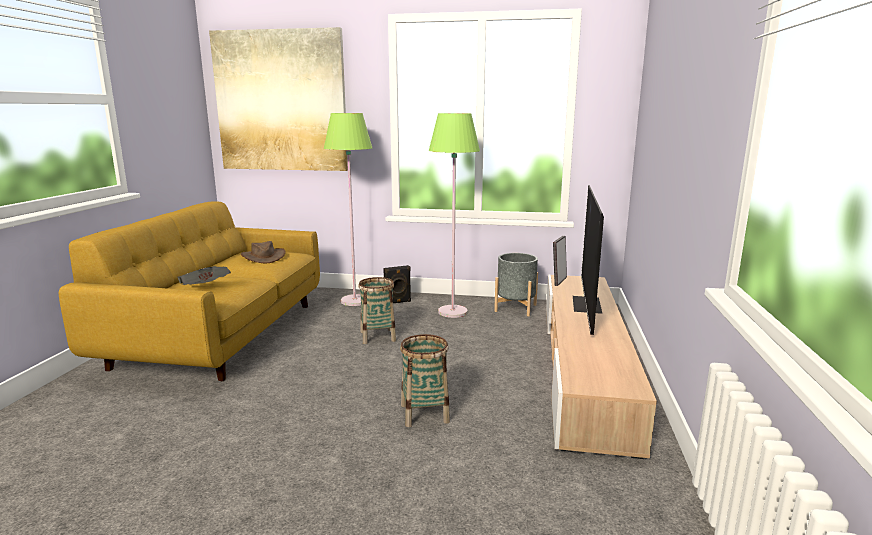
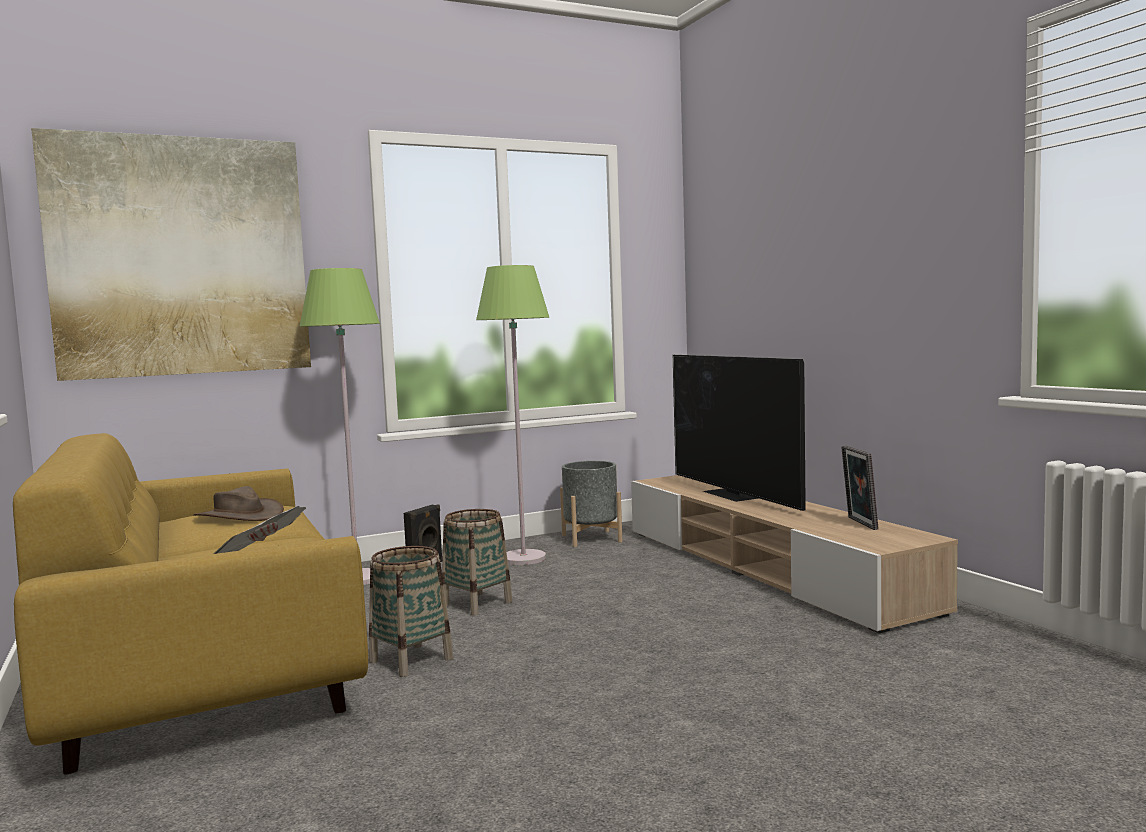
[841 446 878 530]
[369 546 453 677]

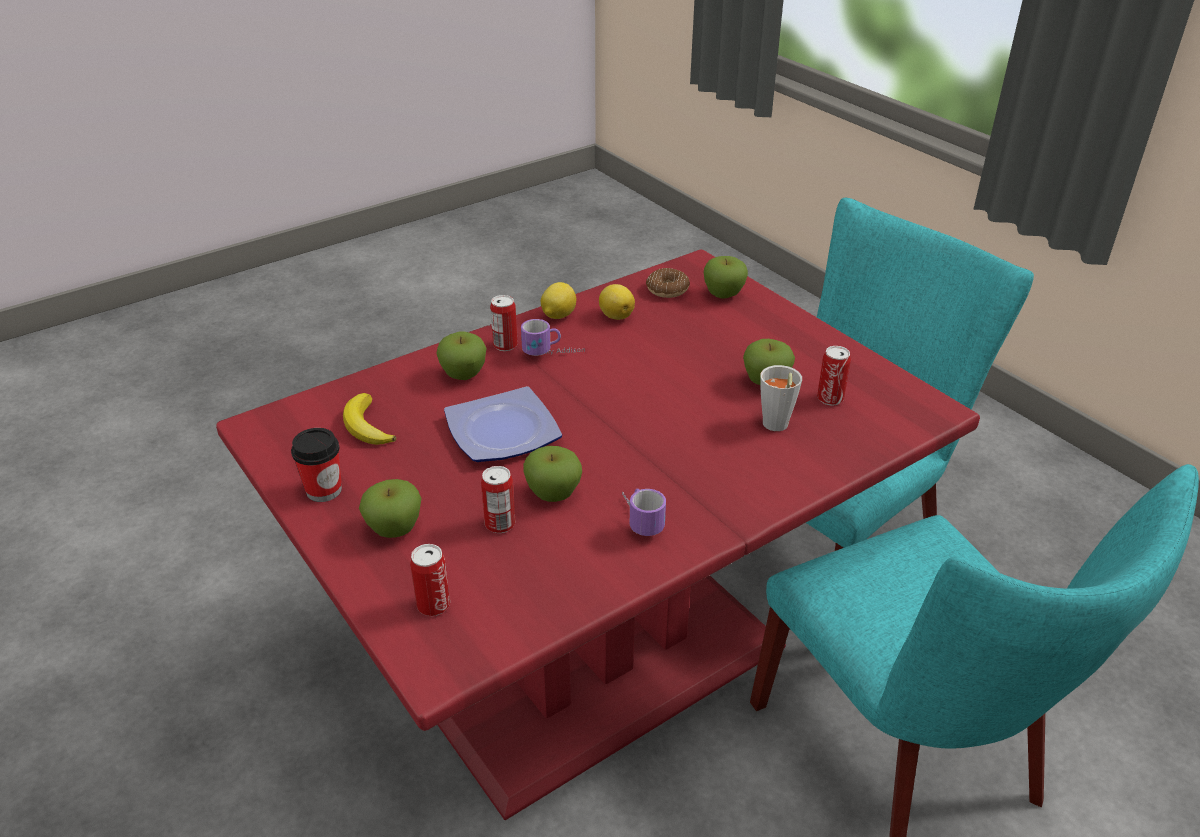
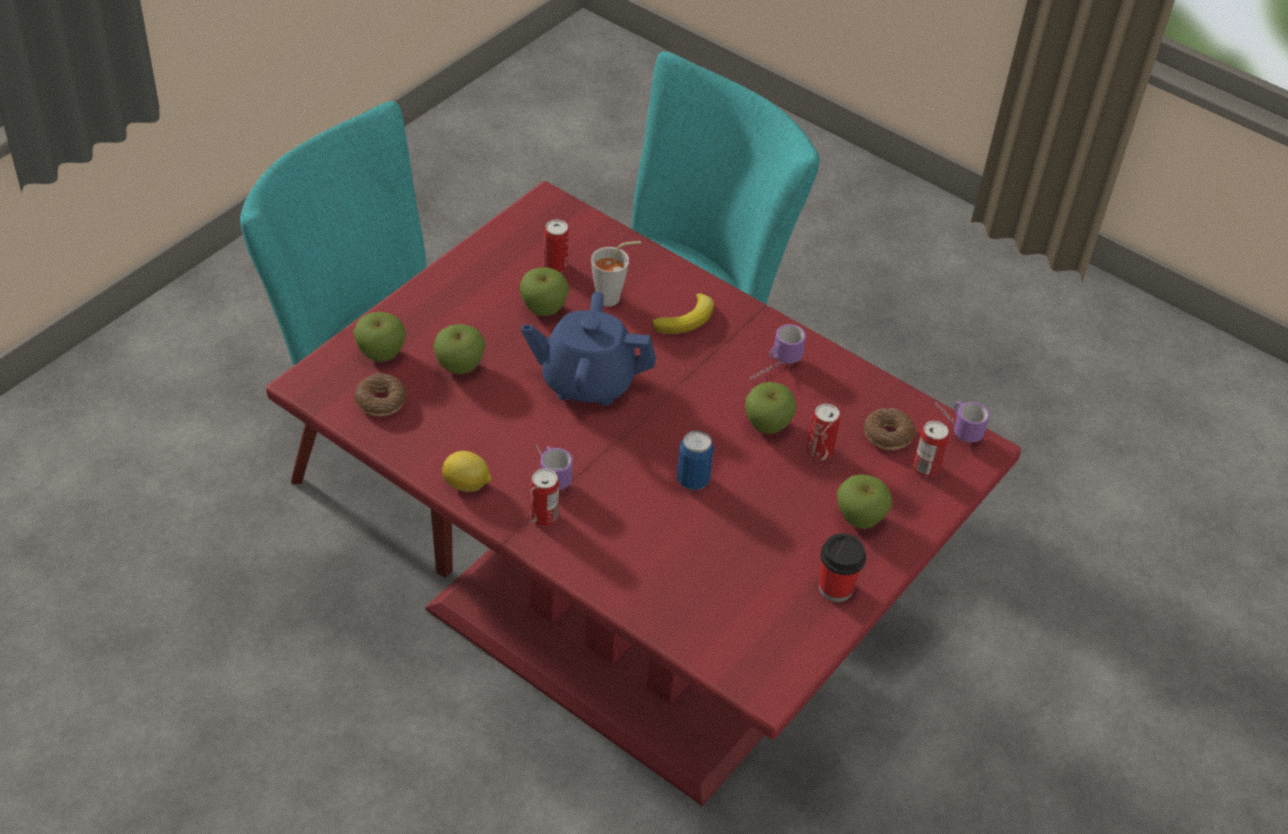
[599 284 635 320] (first image)
[433 324 486 374]
[677 431 714 490]
[652 293 714 334]
[521 292 656 405]
[935 402 990 442]
[864 408 915 450]

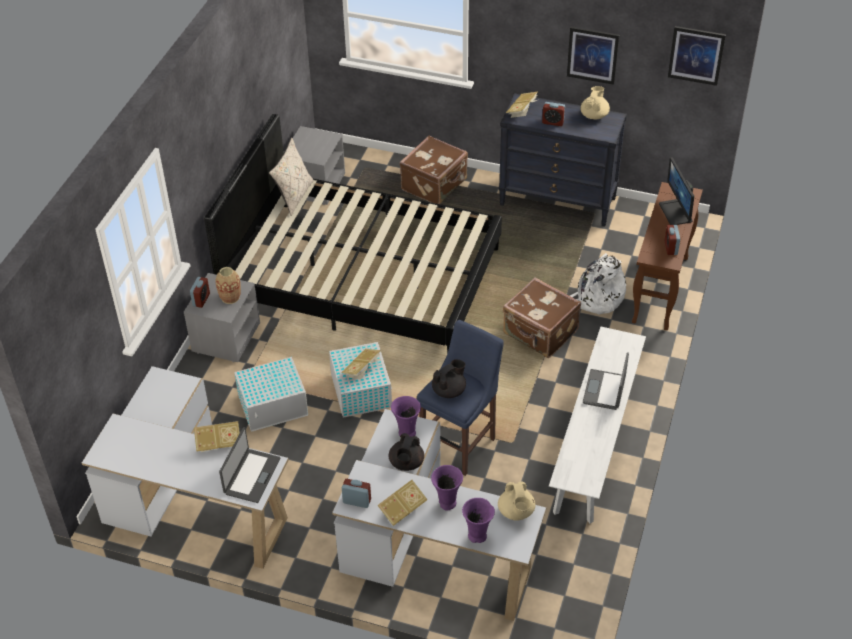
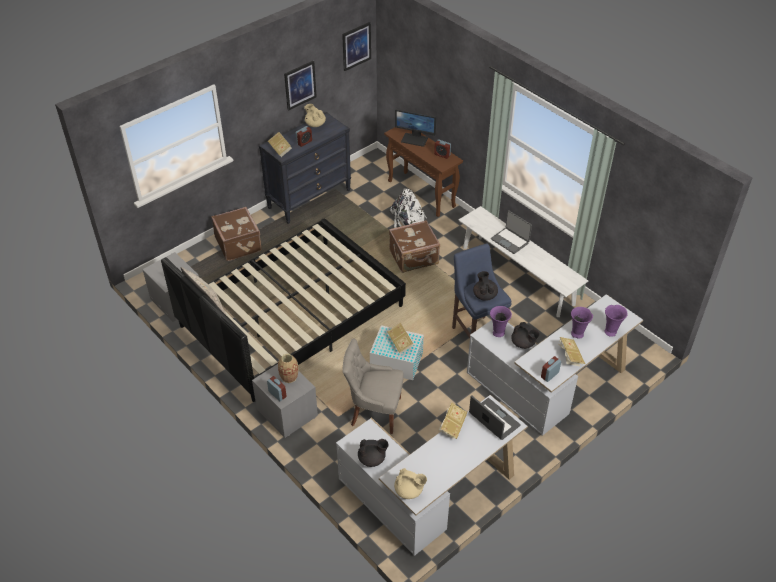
[342 338 404 434]
[394 468 427 499]
[358 439 389 467]

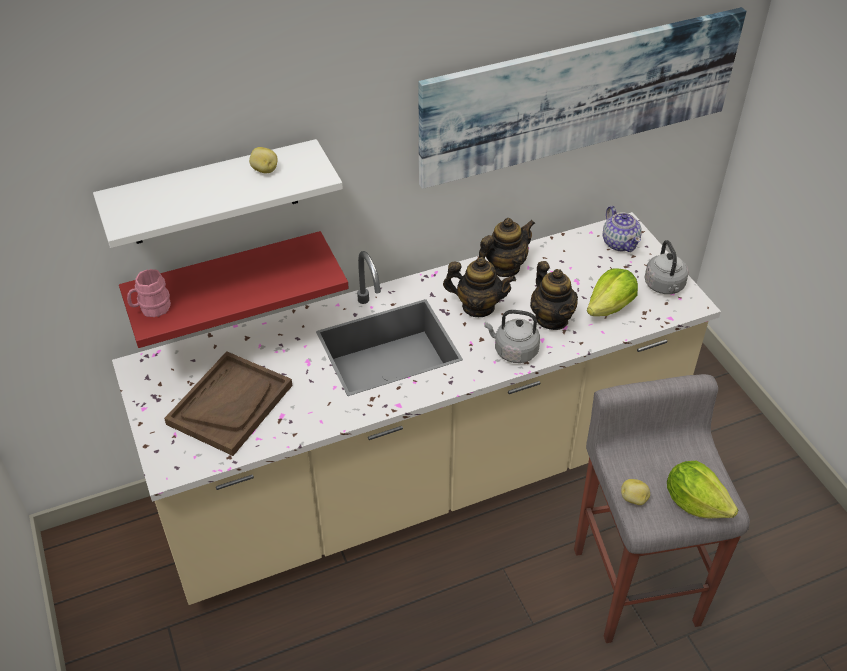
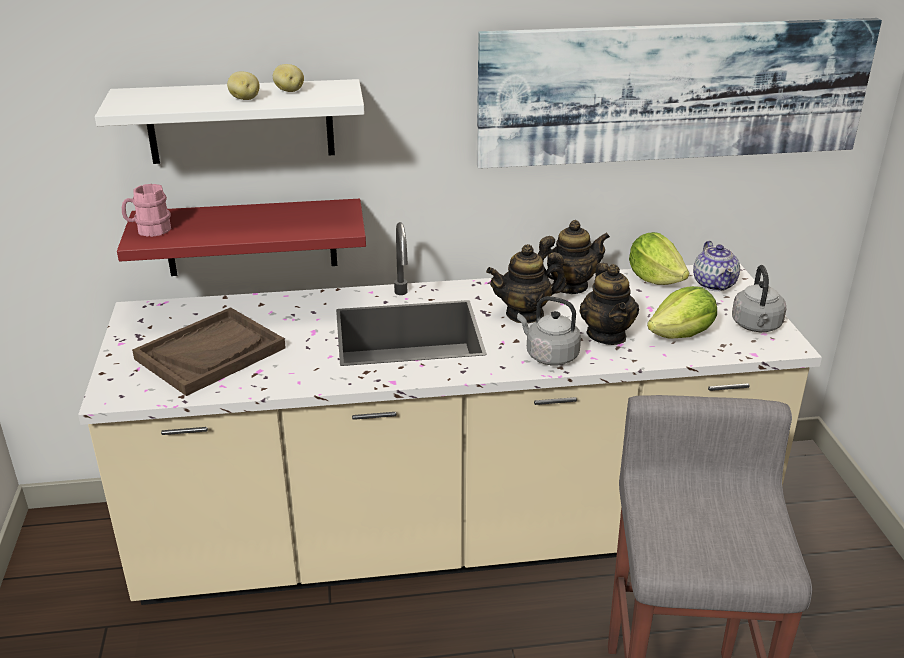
[486 244 567 323]
[629 232 690 285]
[227 72 260 100]

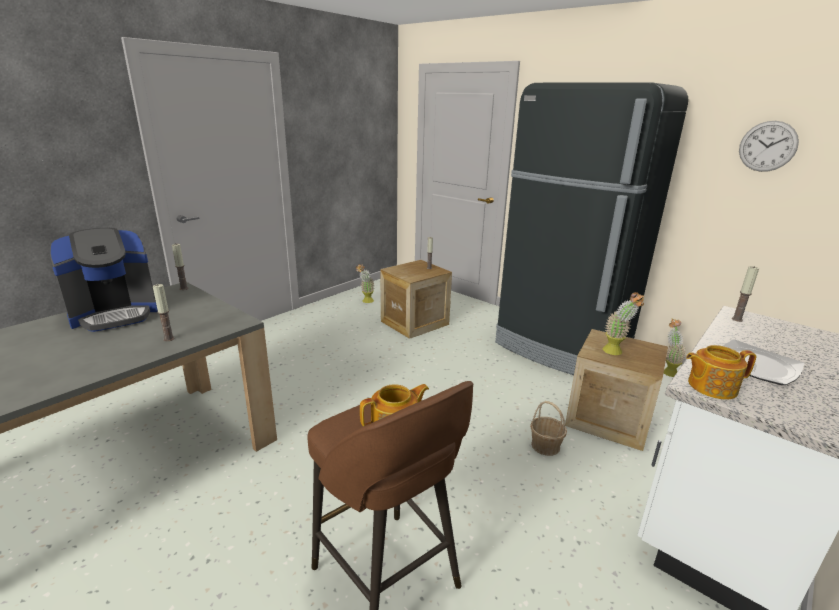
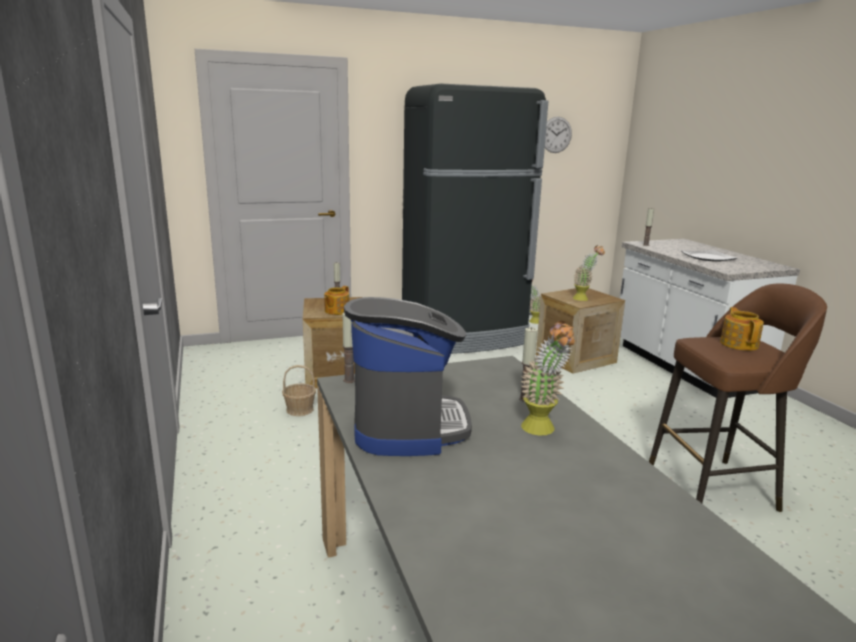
[521 321 576 436]
[324 286 349 315]
[282 365 316 416]

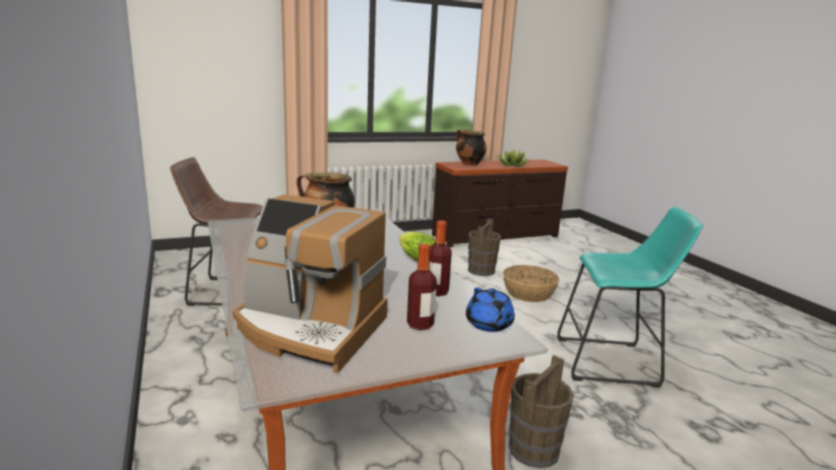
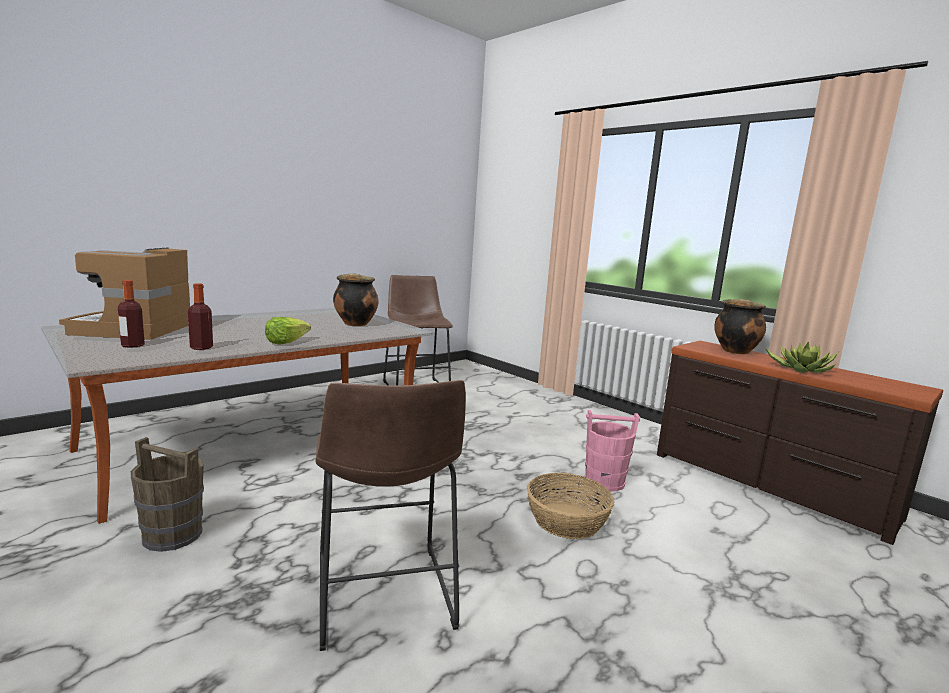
[315 380 466 651]
[585 410 640 491]
[466 287 515 332] (first image)

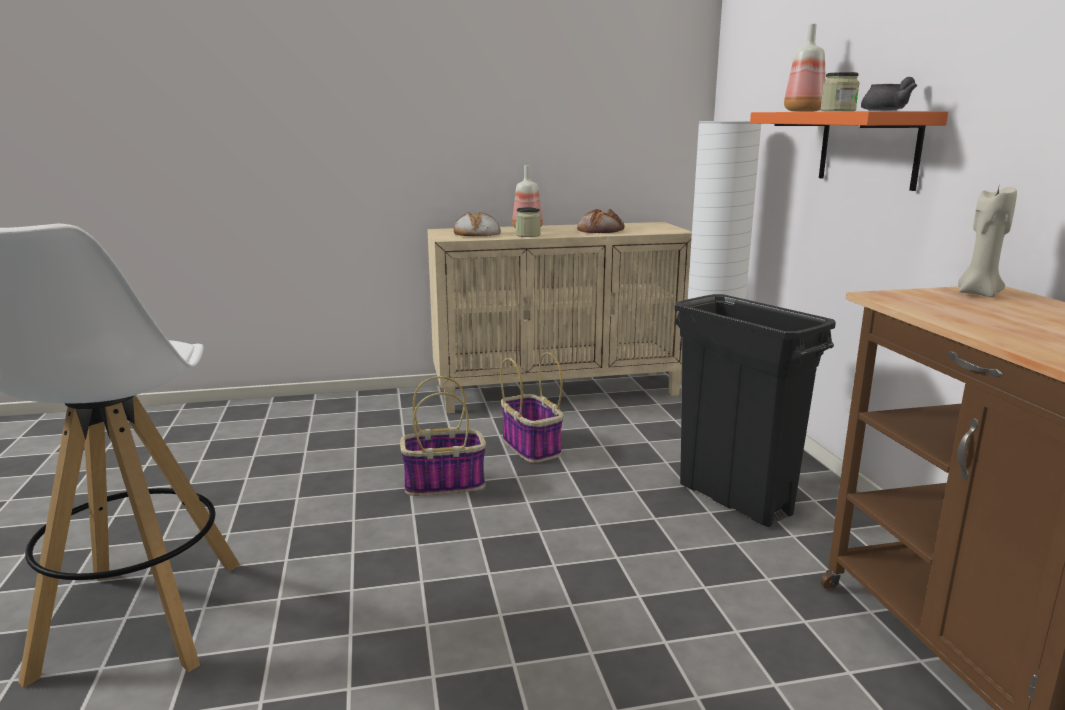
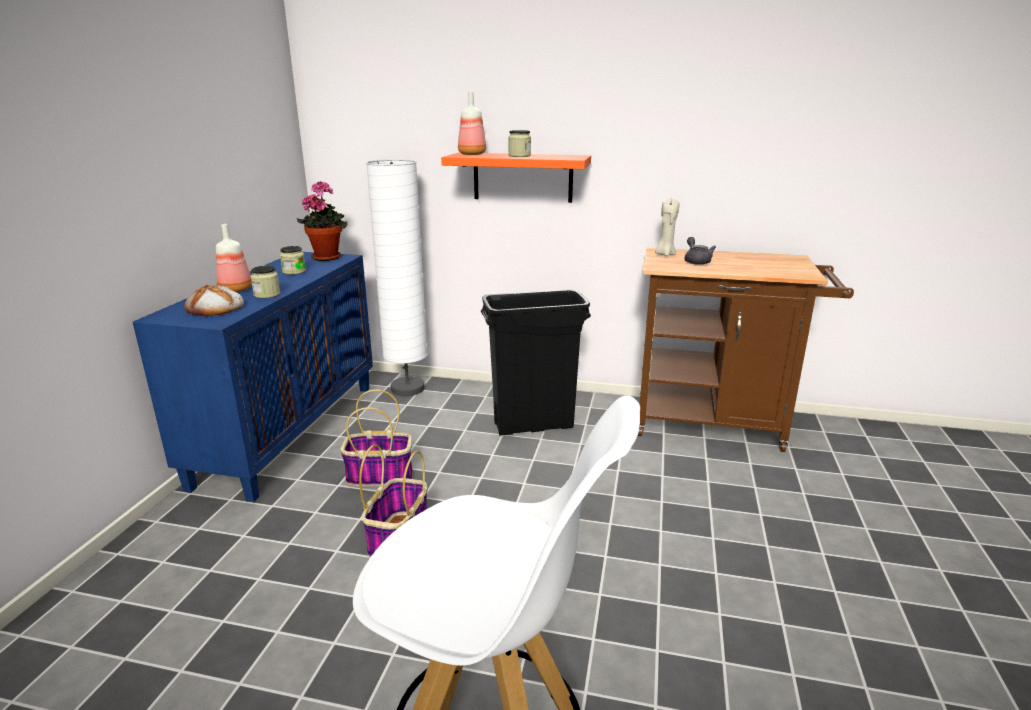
[684 237 716 265]
[280 246 306 275]
[133 252 373 502]
[297 181 347 261]

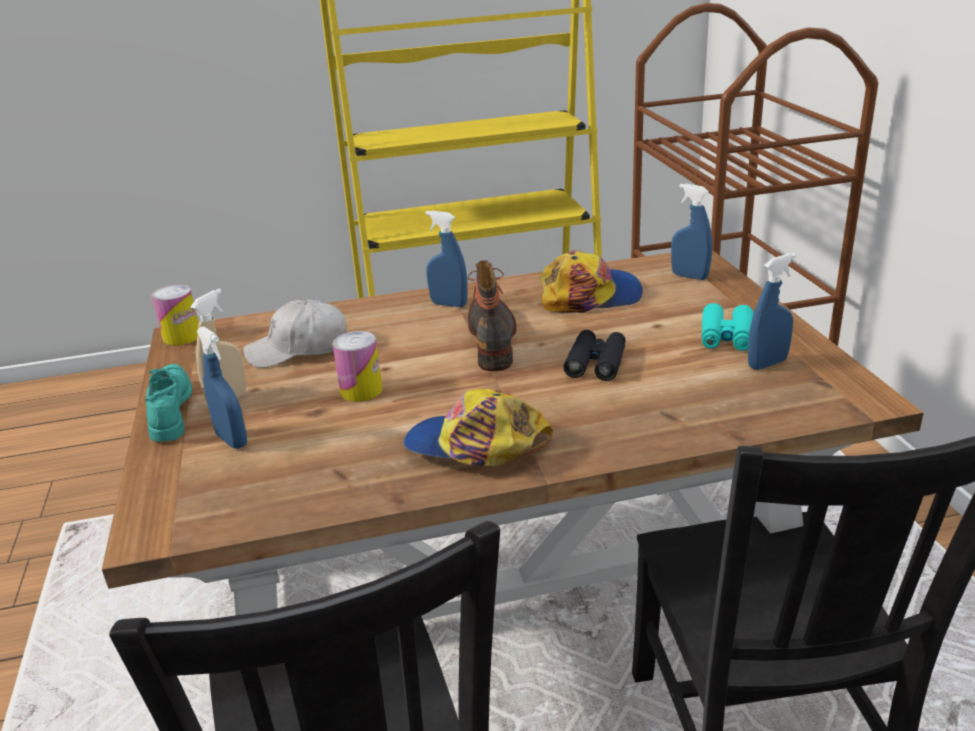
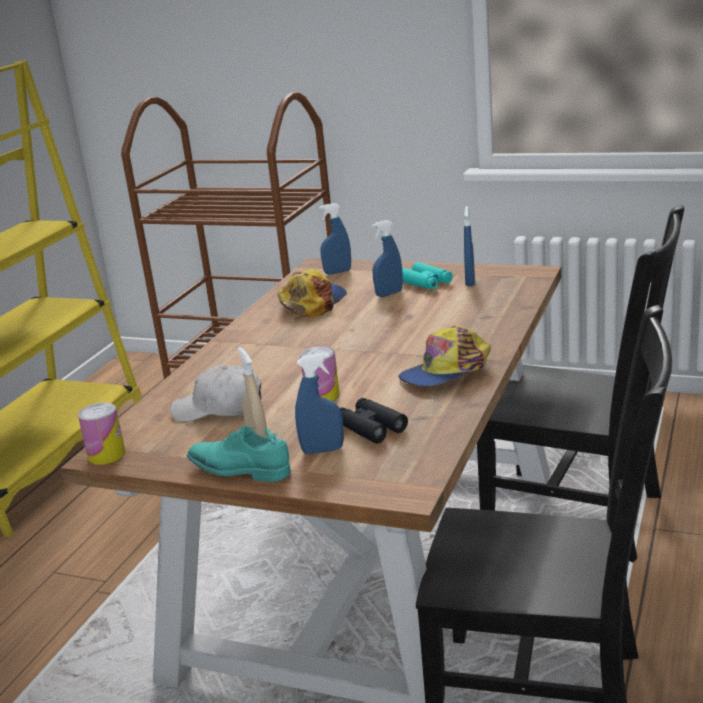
[372 220 403 297]
[468 260 516 371] (first image)
[170 364 261 422]
[340 398 408 444]

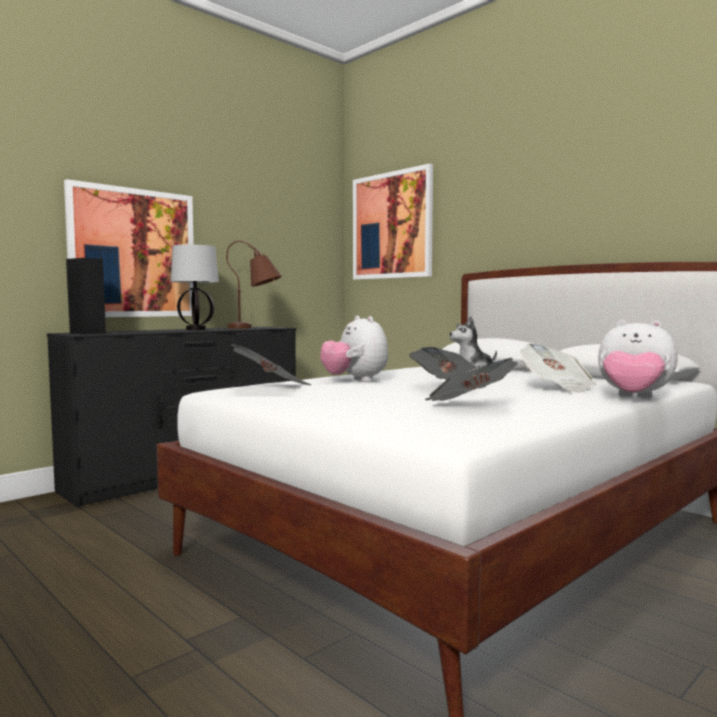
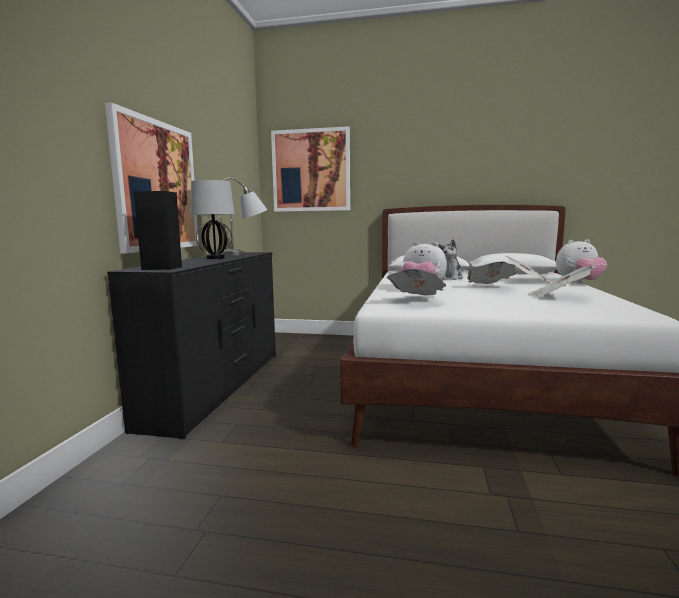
[223 177 267 256]

